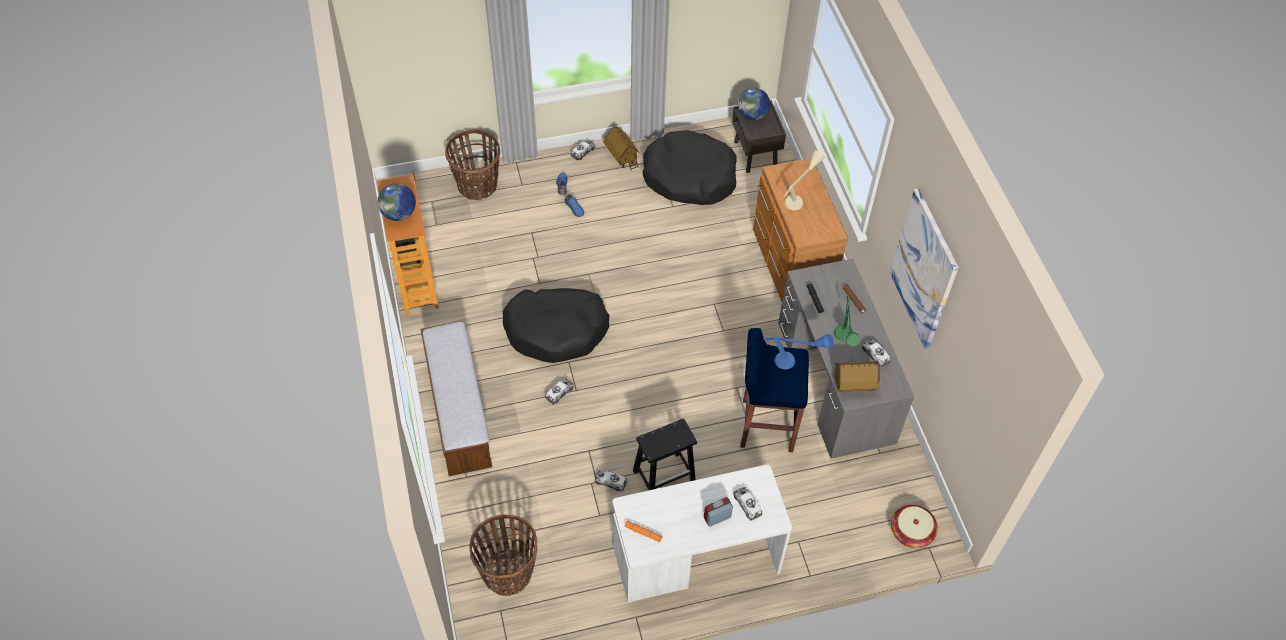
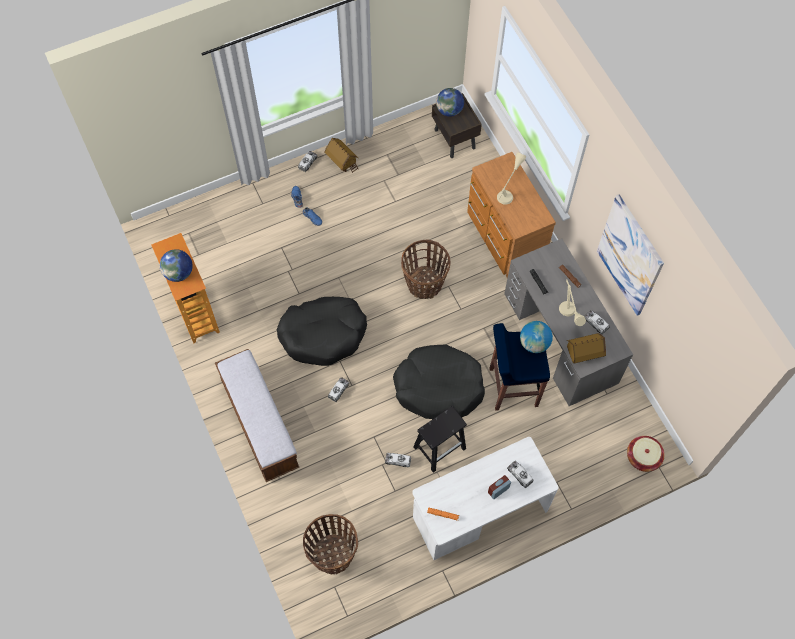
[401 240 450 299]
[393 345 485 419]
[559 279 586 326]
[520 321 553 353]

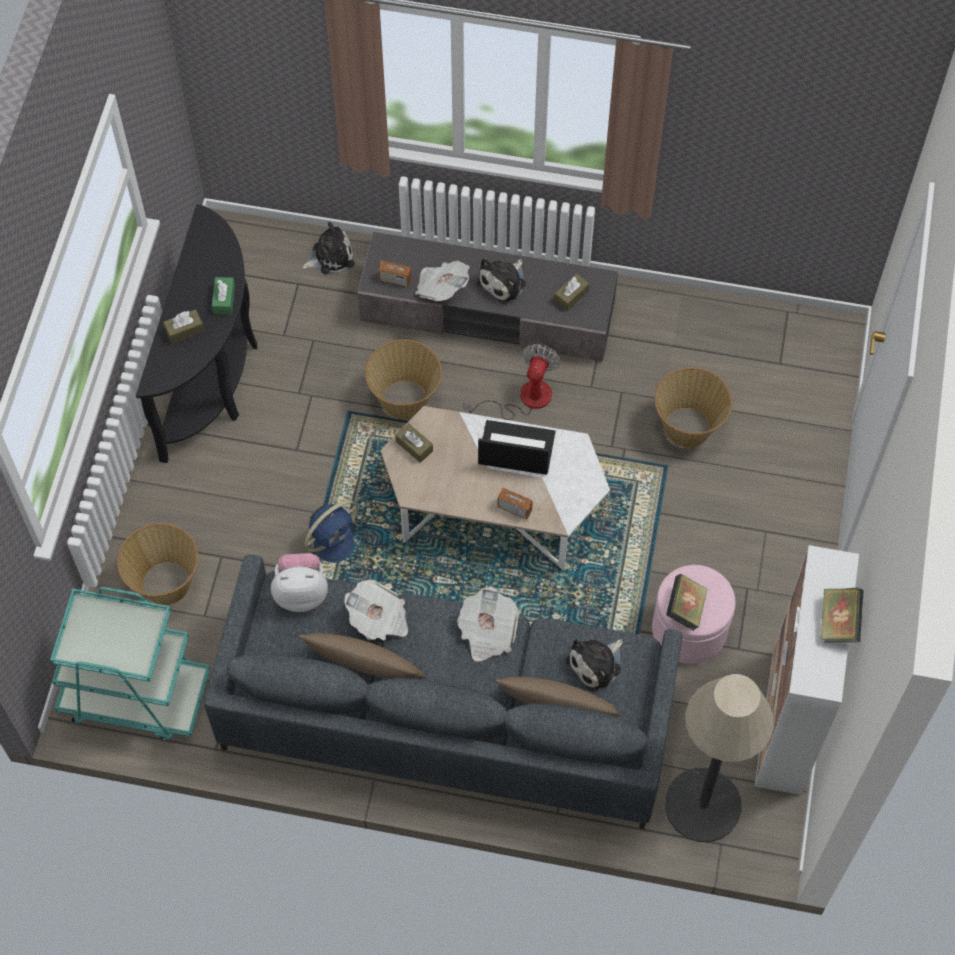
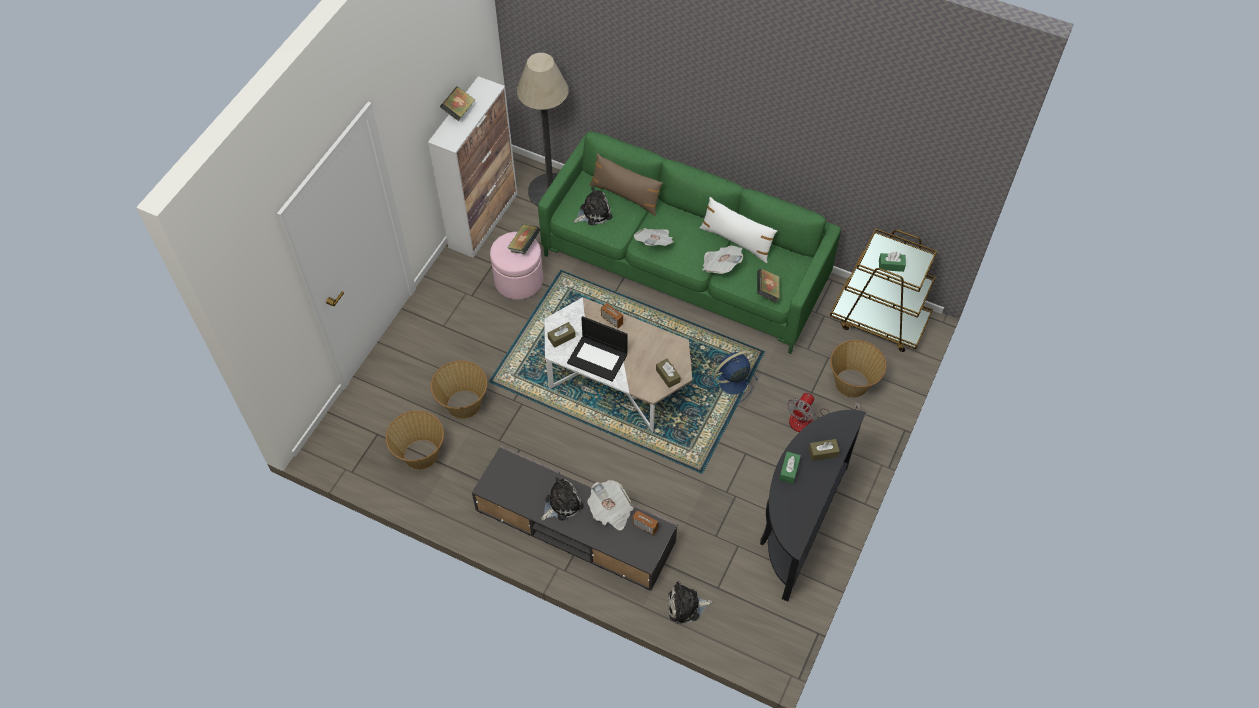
[548 322 576 348]
[386 411 444 470]
[787 393 861 432]
[757 268 780 303]
[538 132 841 354]
[830 228 937 352]
[700 197 777 263]
[879 252 906 272]

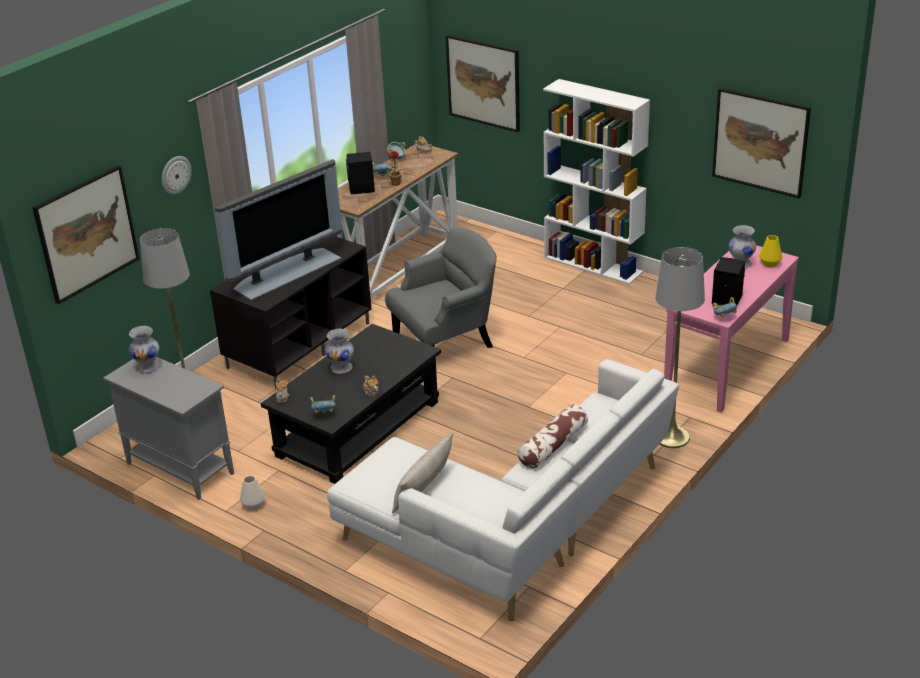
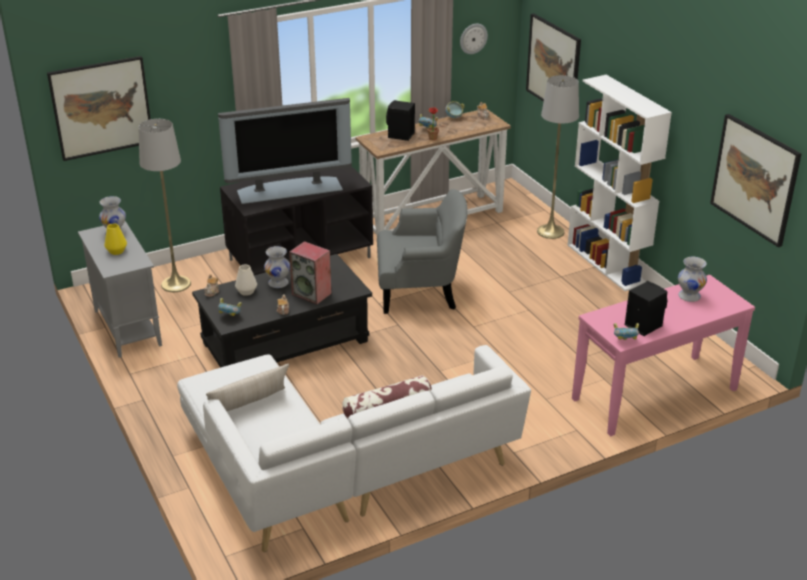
[460 24 488 54]
[104 223 127 255]
[537 75 579 239]
[235 264 257 296]
[289 241 332 304]

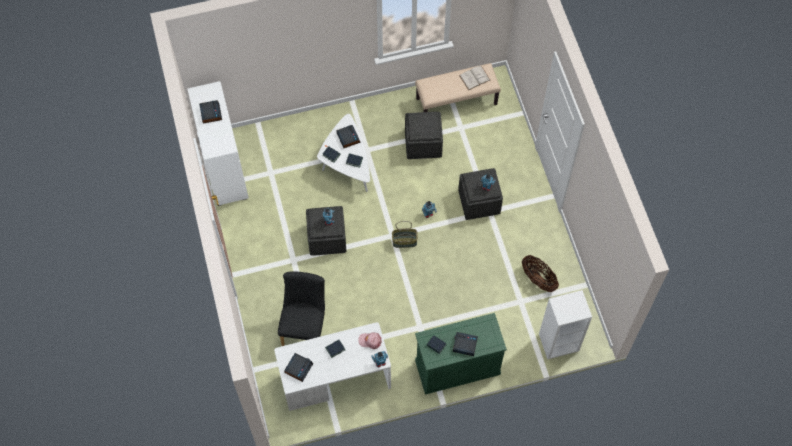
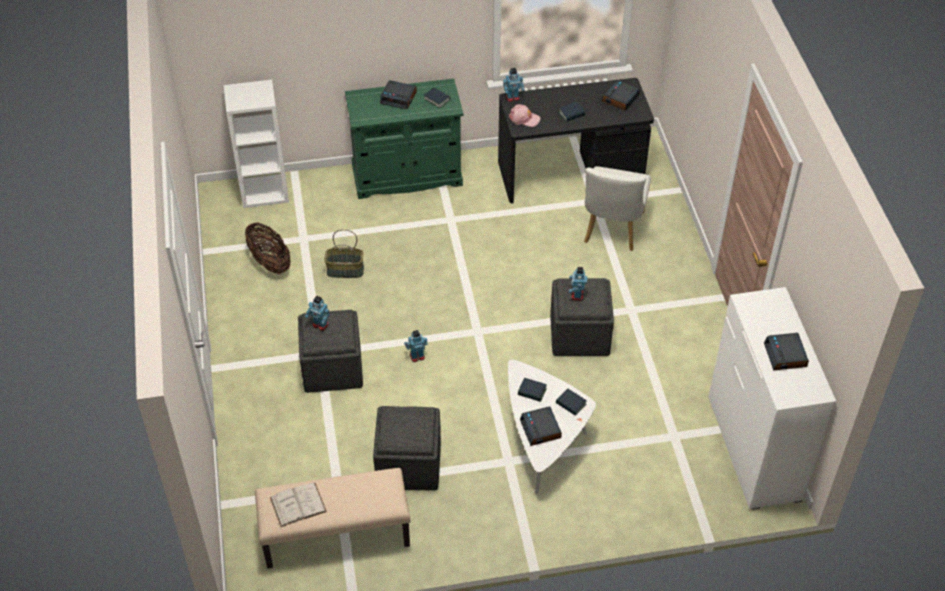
[324 229 364 278]
[584 166 651 251]
[498 78 654 203]

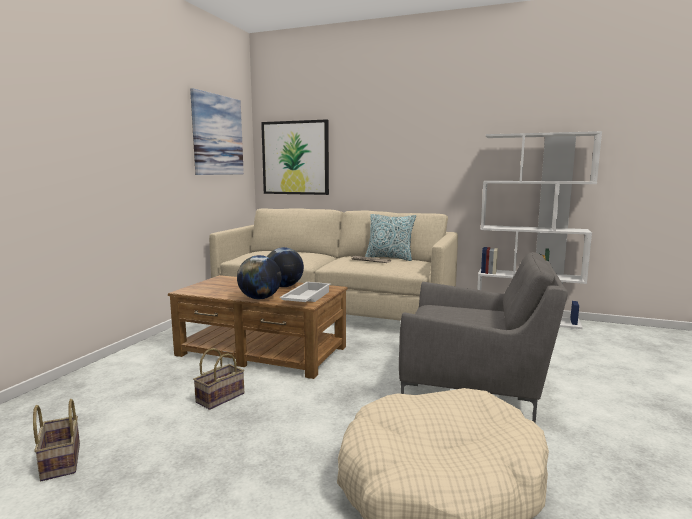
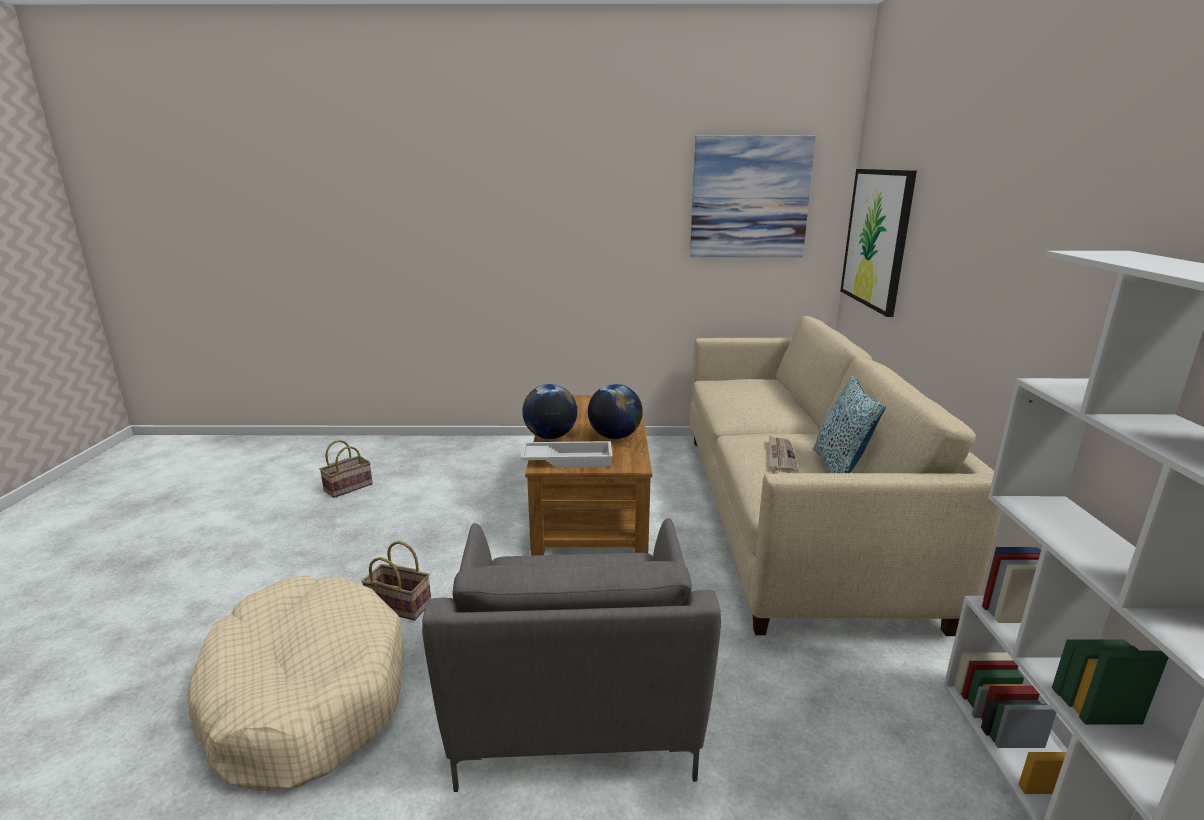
[361 541 431 621]

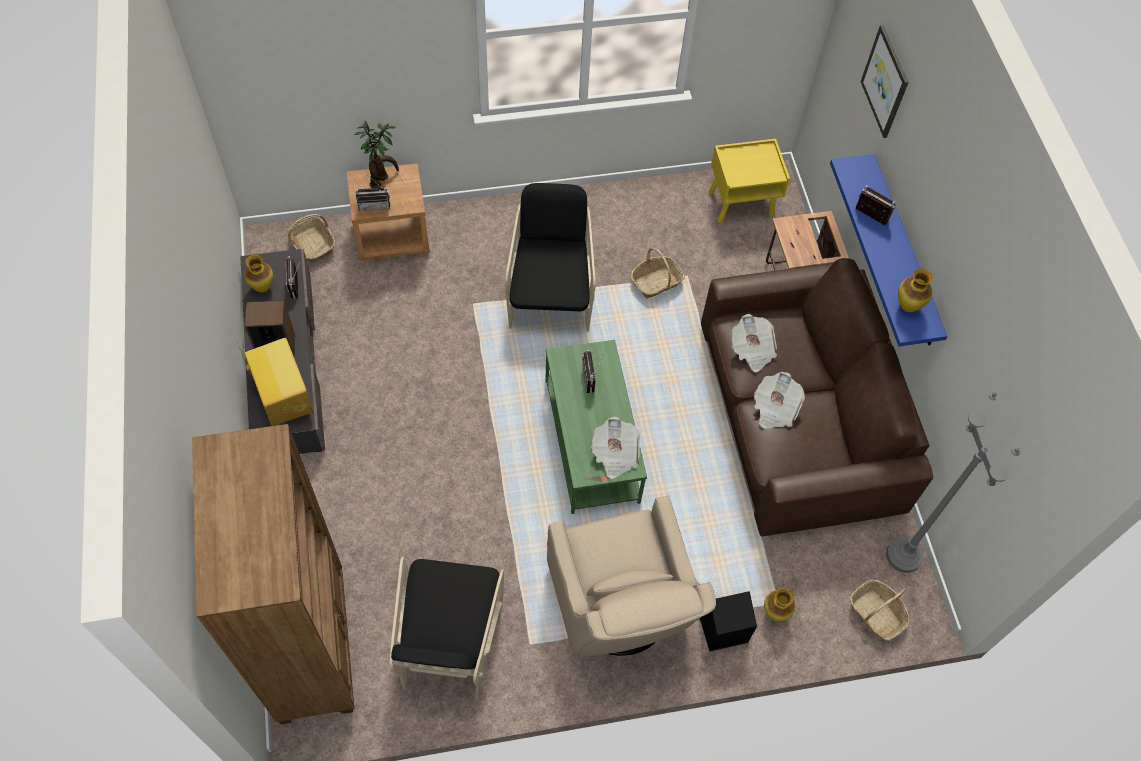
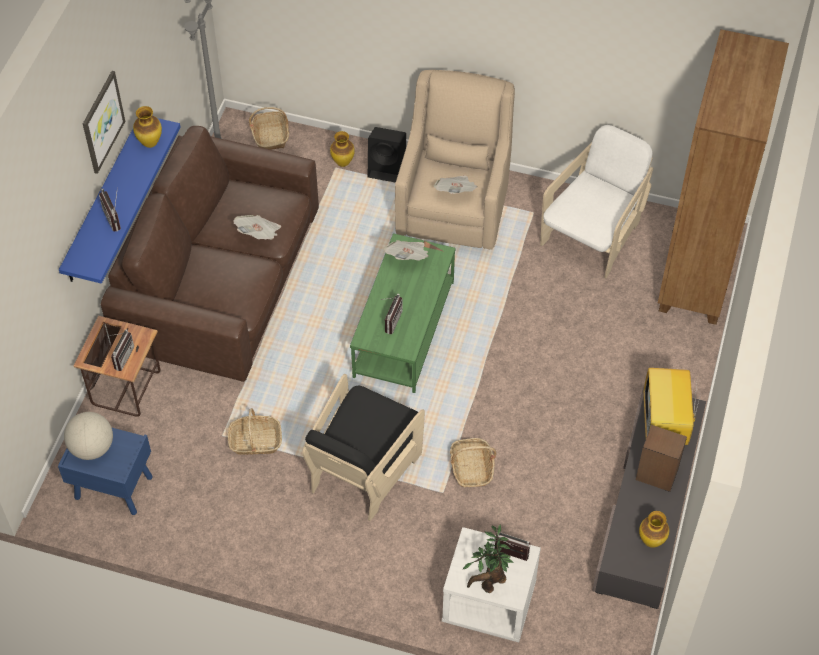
[83 71 125 174]
[58 428 153 515]
[442 527 541 643]
[450 438 496 488]
[108 329 134 371]
[434 175 477 194]
[540 125 653 278]
[64 412 113 460]

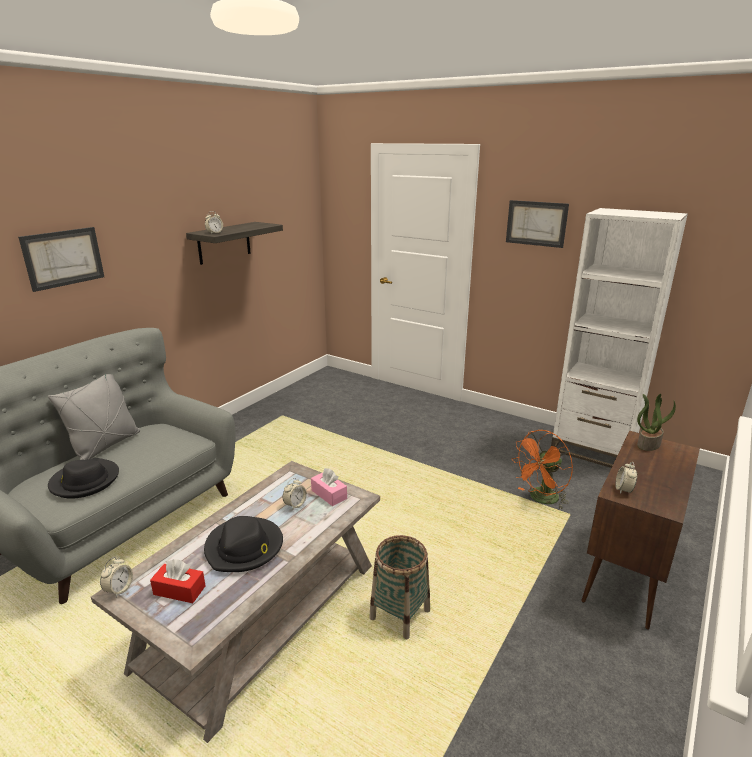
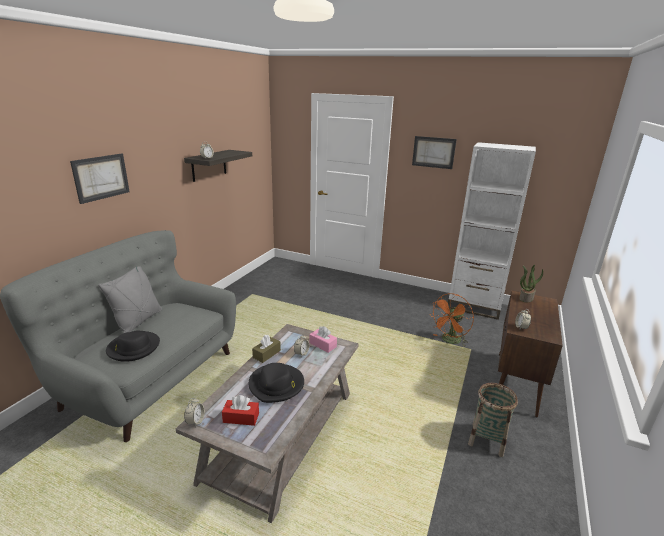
[468 383 518 457]
[252 335 281 363]

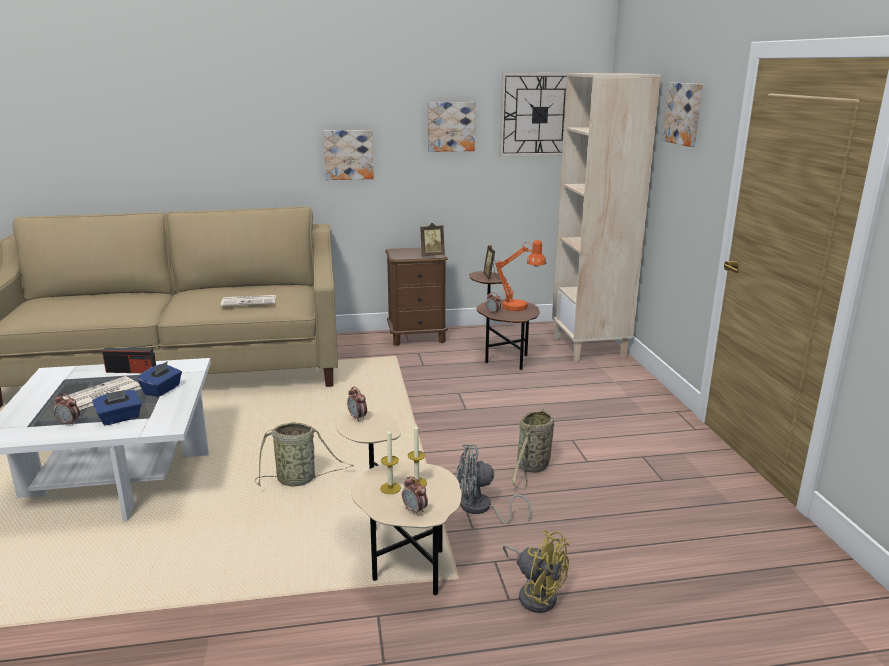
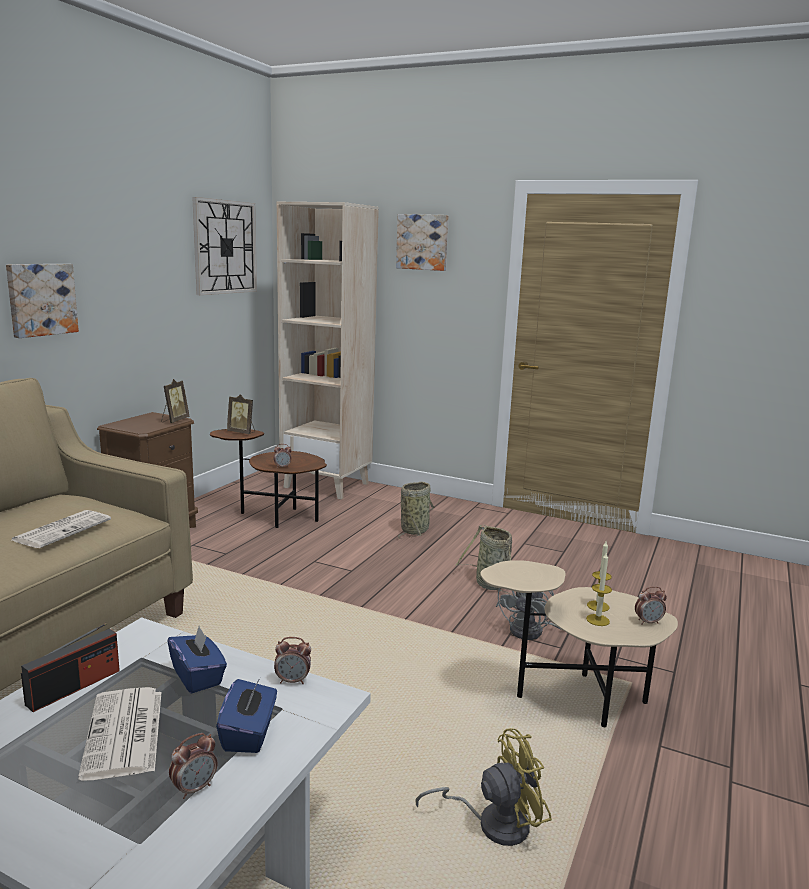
[428 102 476 152] (first image)
[495 240 546 311] (first image)
[274 637 311 684]
[398 482 434 538]
[415 728 552 846]

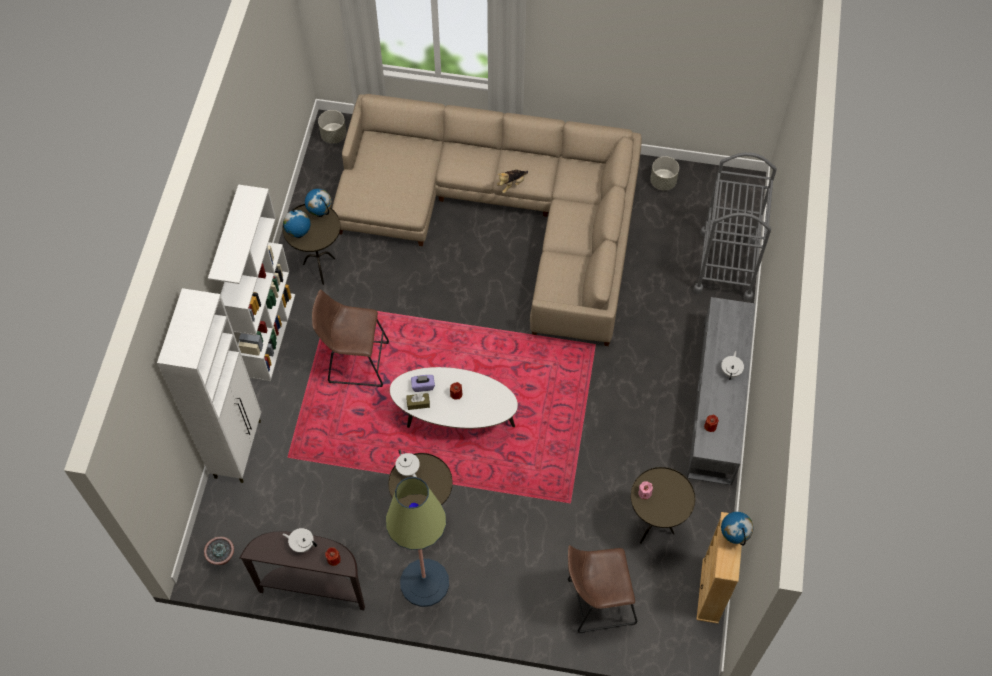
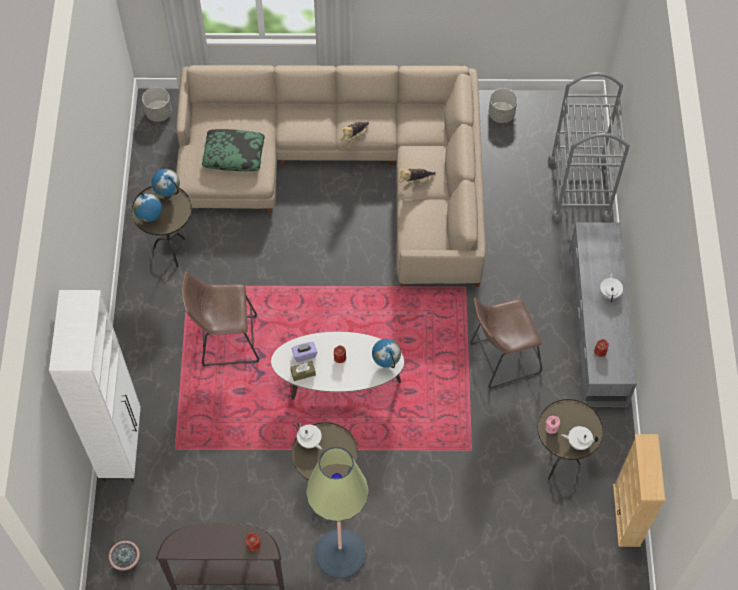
[208 184 295 381] (first image)
[372 339 401 368]
[561 426 598 450]
[470 298 542 389]
[202 129 265 171]
[399 169 436 190]

